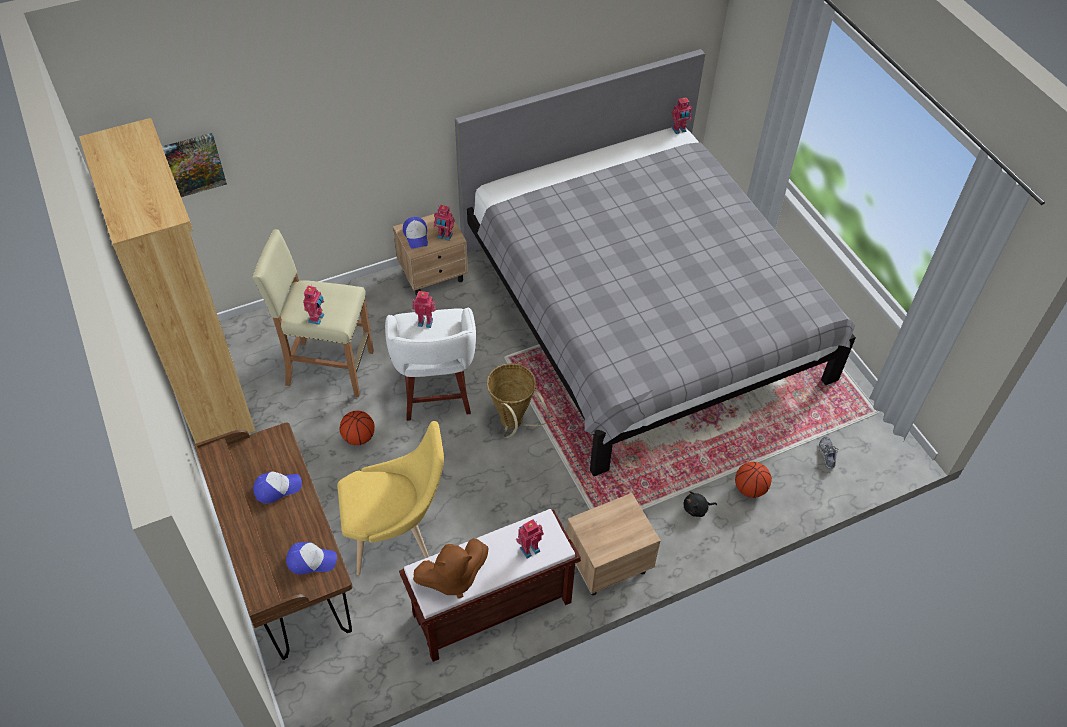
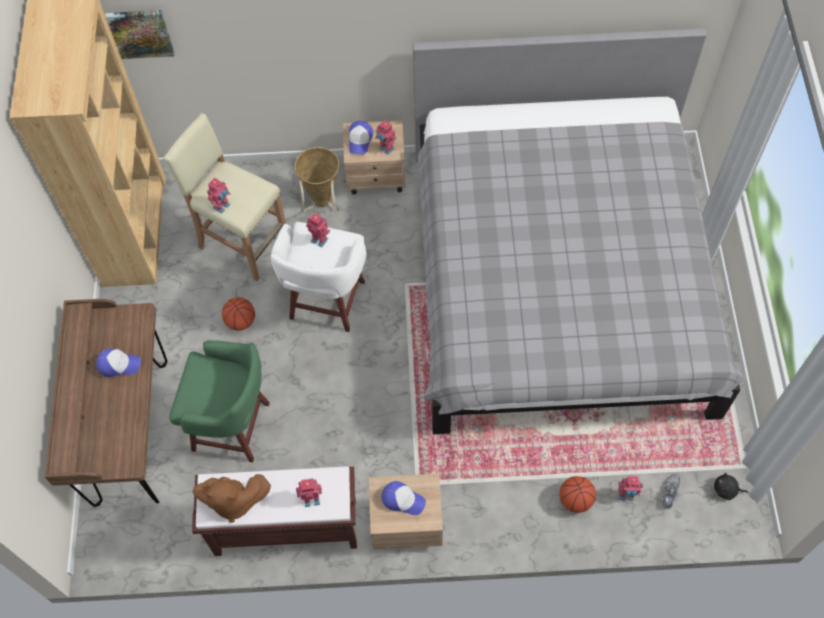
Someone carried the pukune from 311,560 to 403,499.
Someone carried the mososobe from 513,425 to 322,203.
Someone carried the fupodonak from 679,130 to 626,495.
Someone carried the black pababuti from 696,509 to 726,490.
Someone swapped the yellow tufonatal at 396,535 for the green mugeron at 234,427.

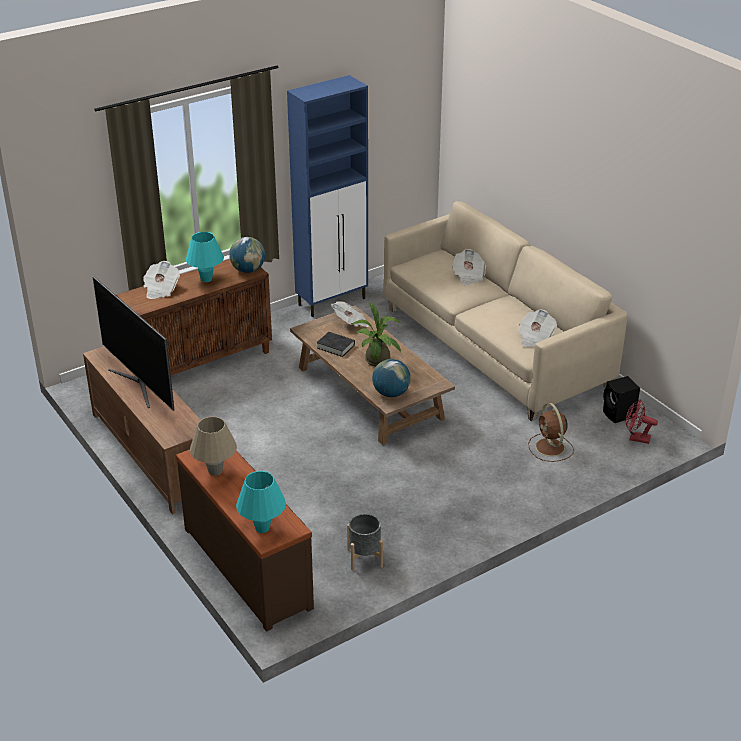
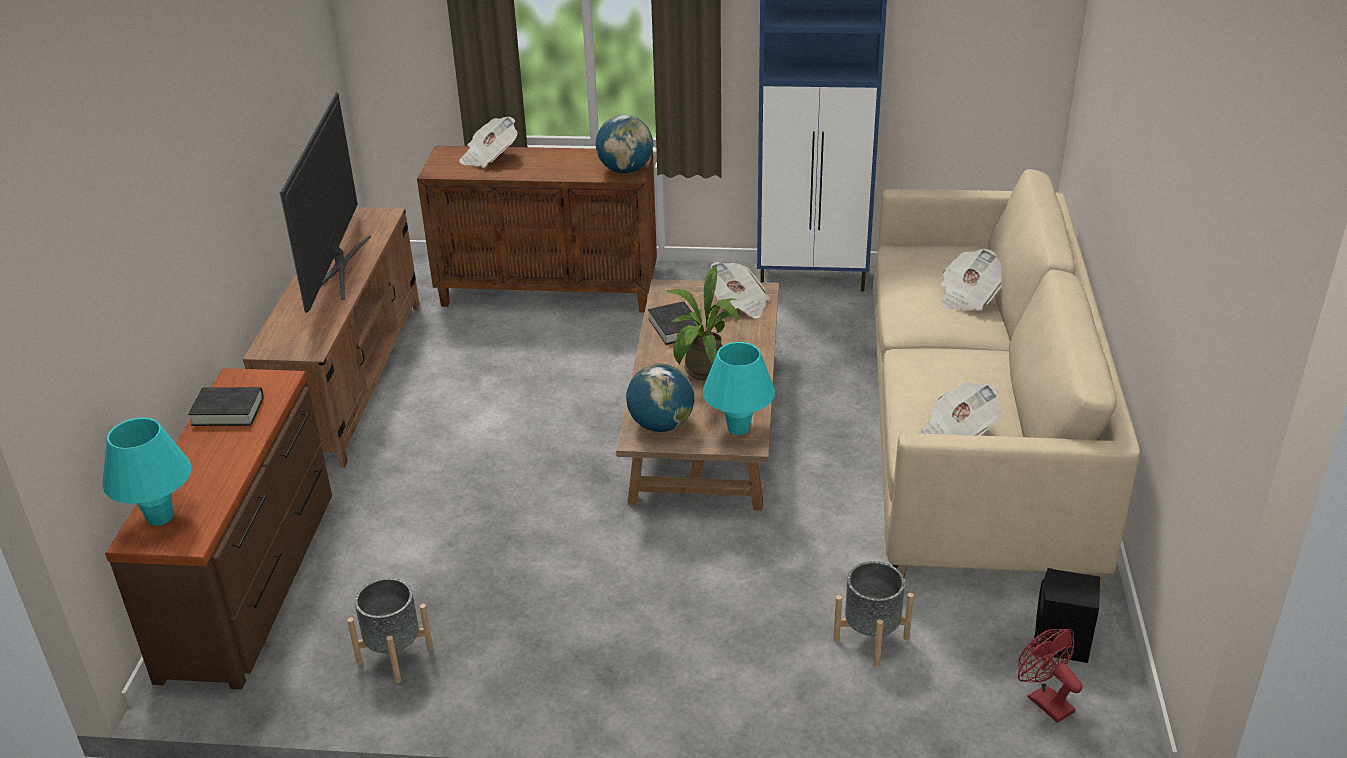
Someone carried the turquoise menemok from 206,279 to 738,428.
Someone swapped the beige menemok at 215,471 for the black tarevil at 228,411.
Someone swapped the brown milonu at 550,448 for the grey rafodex at 871,638.

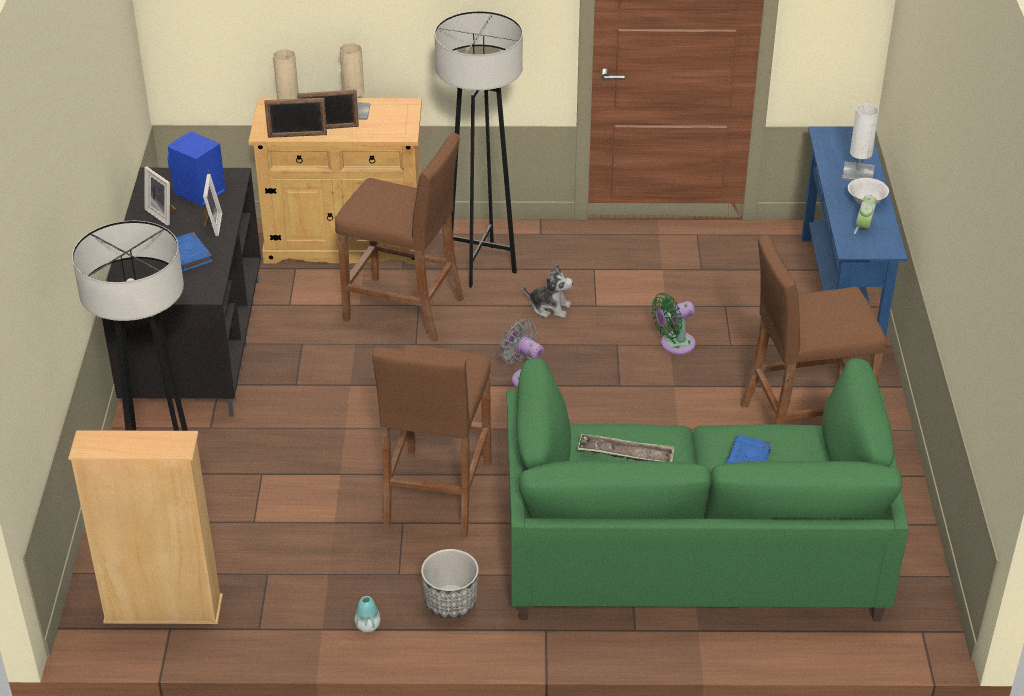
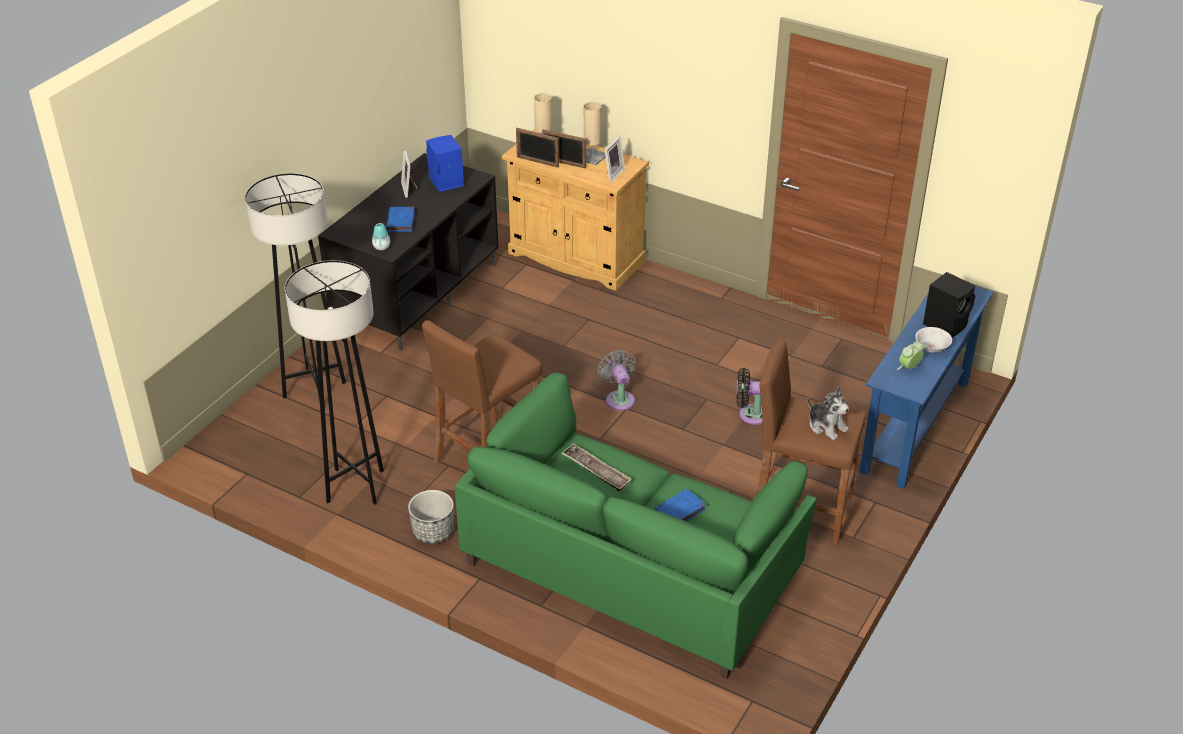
Someone took away the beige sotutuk at 163,610.
Someone took away the brown mugeron at 404,309.
Someone carried the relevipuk from 211,224 to 612,174.
Someone carried the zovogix from 367,626 to 381,247.
Someone carried the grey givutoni from 481,266 to 355,486.
Someone carried the pababuti from 549,307 to 826,426.
Someone swapped the white menemok at 858,173 for the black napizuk at 946,324.
Someone repainted the green milonu at 674,345, which became the black milonu at 750,414.

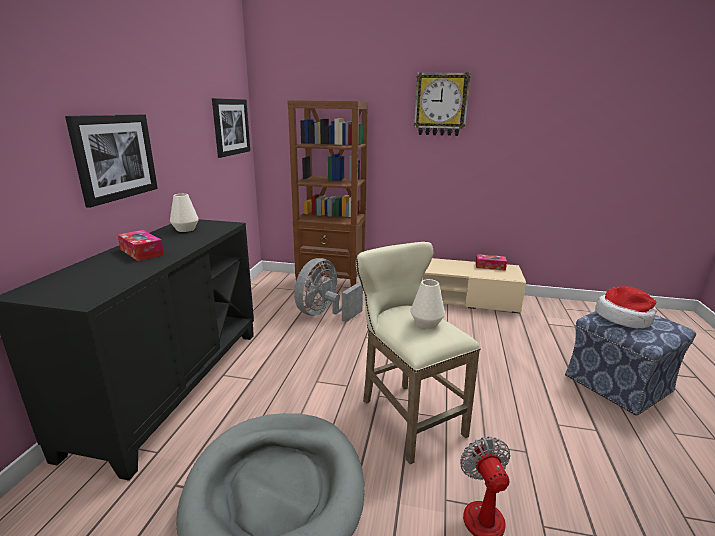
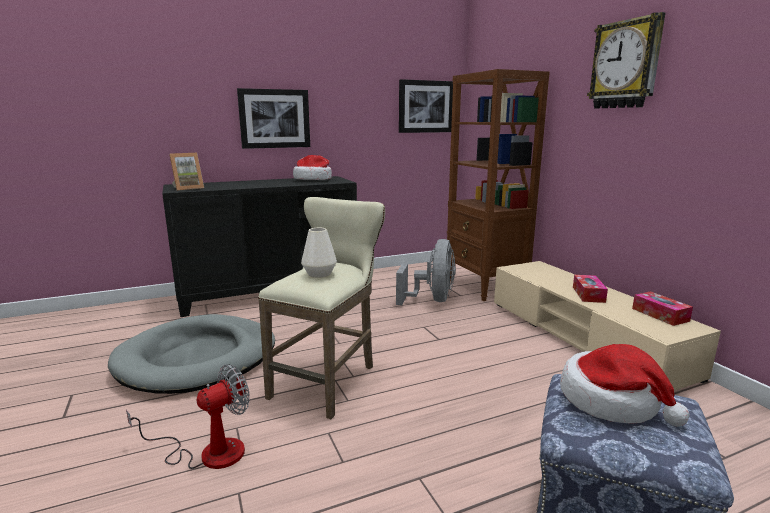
Someone put down the relevipuk at 187,188.
Someone carried the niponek from 142,252 to 588,294.
Someone swapped the white zovogix at 185,229 for the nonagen at 313,179.
Someone rotated the grey milonu at 324,314 by 105 degrees clockwise.

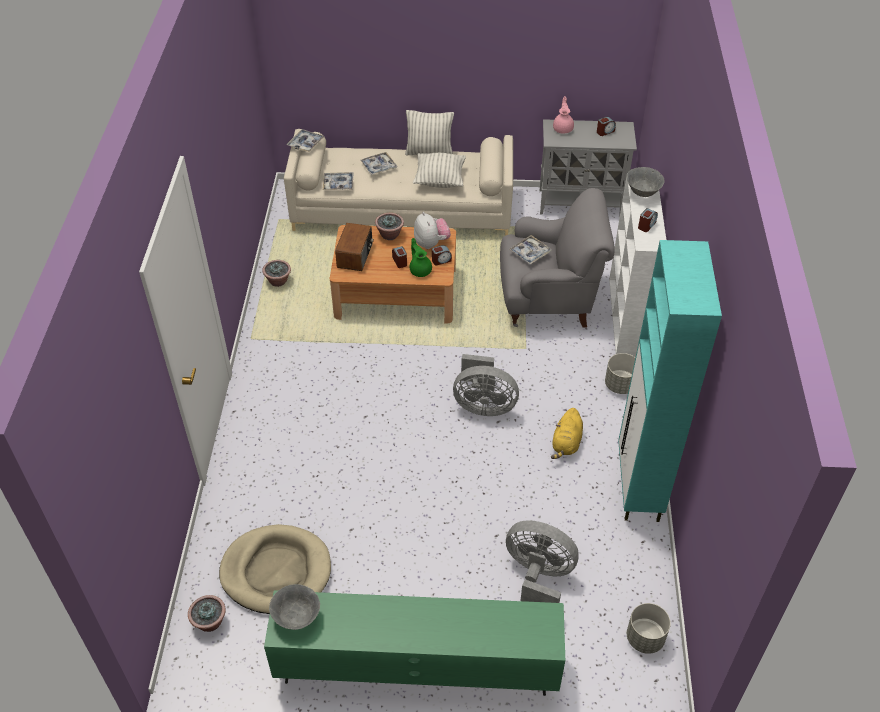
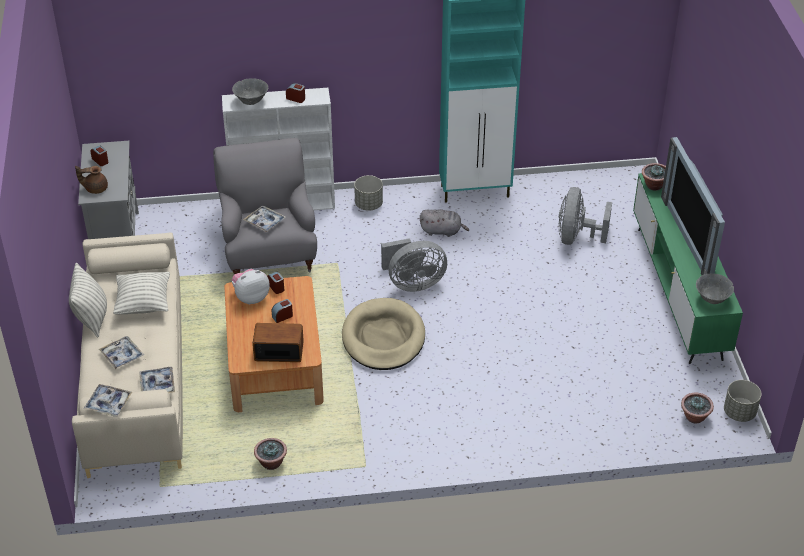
Someone took away the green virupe at 420,270.
Someone put down the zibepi at 690,237.
Someone carried the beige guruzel from 276,571 to 383,338.
Someone carried the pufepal from 390,235 to 654,185.
Someone carried the grey rafodex from 644,638 to 739,413.
Someone repainted the yellow pababuti at 566,443, which became the grey pababuti at 442,231.
Someone repainted the pink virupe at 563,128, which became the brown virupe at 95,188.
Someone rotated the grey milonu at 483,405 by 75 degrees clockwise.

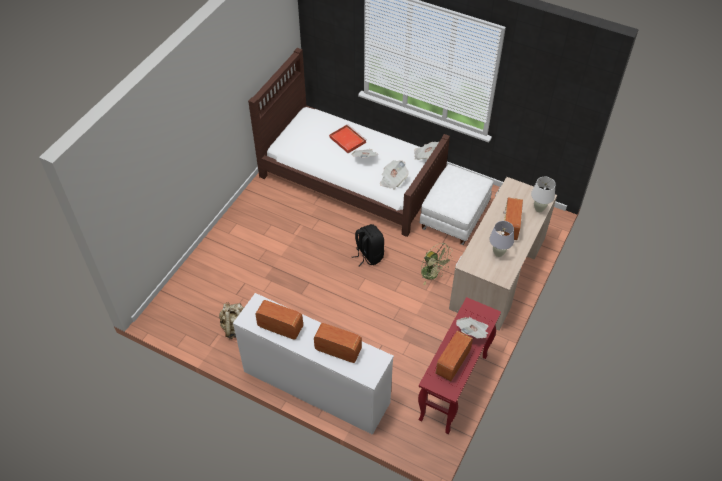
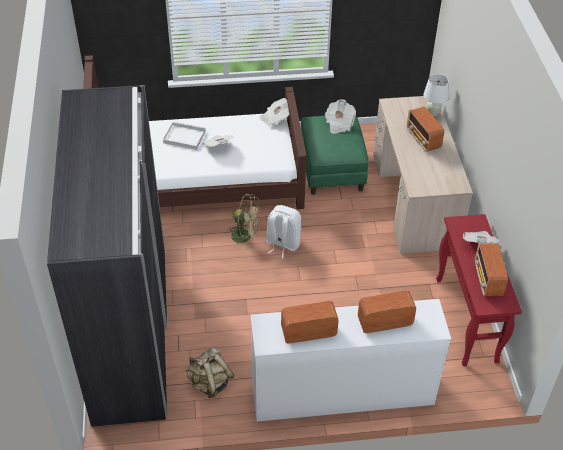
Someone took away the white menemok at 498,253.
Someone put down the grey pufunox at 130,332.
Someone carried the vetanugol from 393,180 to 339,124.
Someone carried the green milonu from 433,275 to 245,236.
Someone repainted the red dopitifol at 347,139, which became the white dopitifol at 183,137.
Someone repainted the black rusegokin at 368,255, which became the white rusegokin at 282,243.
Someone repainted the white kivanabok at 454,216, which became the green kivanabok at 331,169.

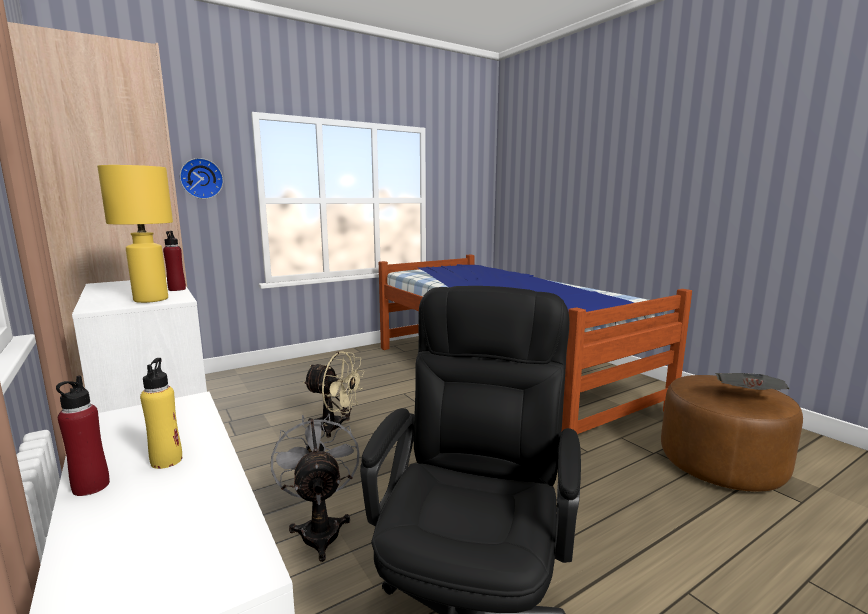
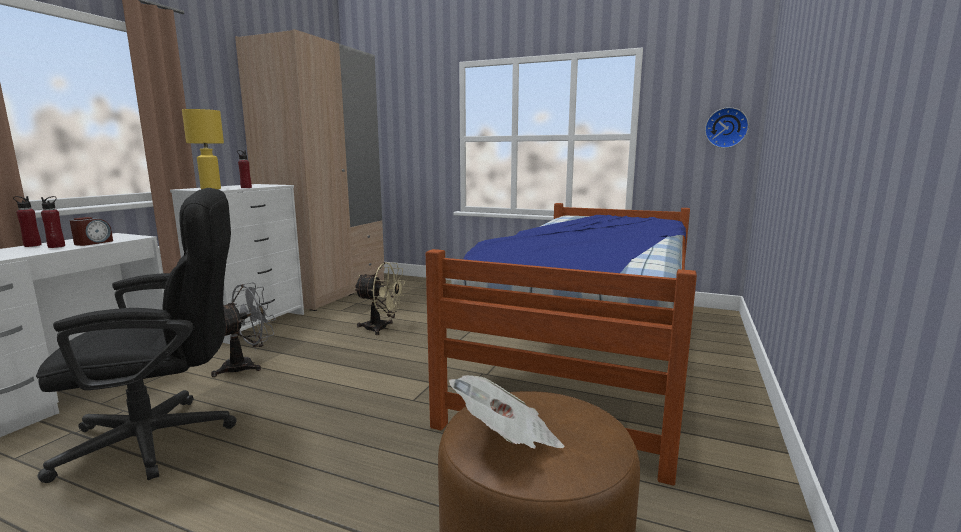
Someone put down the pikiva at 93,243.
Someone carried the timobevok from 201,178 to 726,128.
Someone repainted the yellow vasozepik at 166,460, which became the red vasozepik at 56,246.
Someone rotated the beige milonu at 335,427 by 60 degrees counterclockwise.

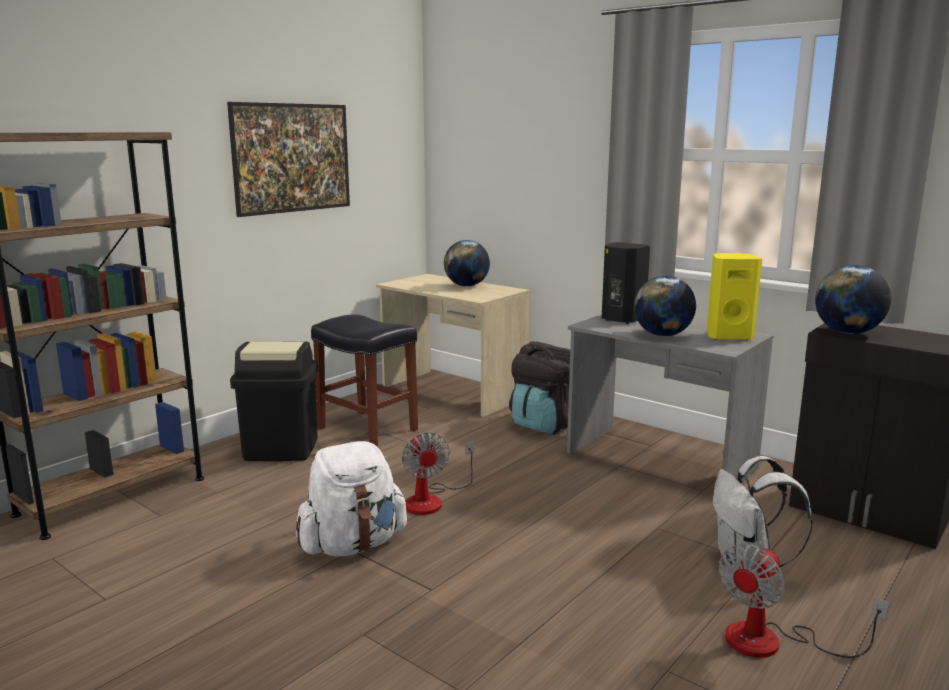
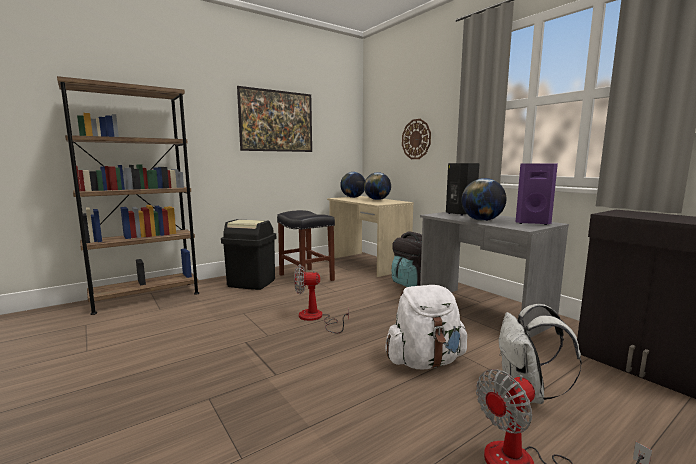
Someone put up the timobevok at 416,139.
Someone carried the white rusegokin from 353,545 to 425,361.
Someone carried the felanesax from 847,332 to 353,197.
Someone repainted the yellow napizuk at 728,336, which became the purple napizuk at 531,223.
Someone rotated the milonu at 432,500 by 90 degrees clockwise.

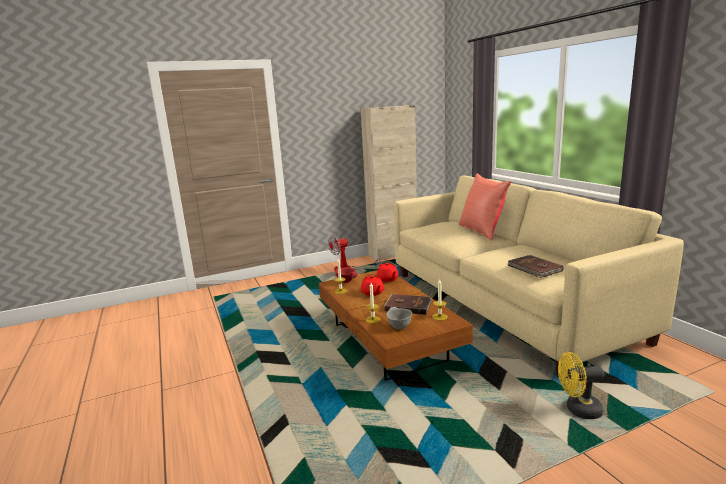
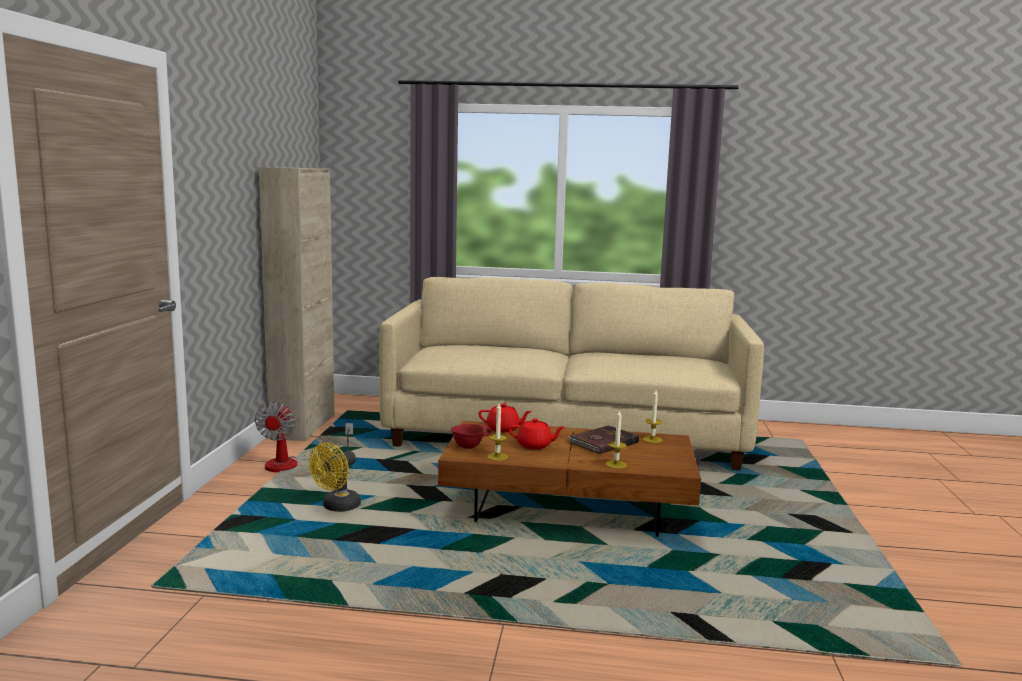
Someone took away the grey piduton at 398,327.
Someone took away the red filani at 482,231.
Someone took away the brown tarevil at 534,268.
Someone carried the yellow milonu from 578,410 to 337,507.

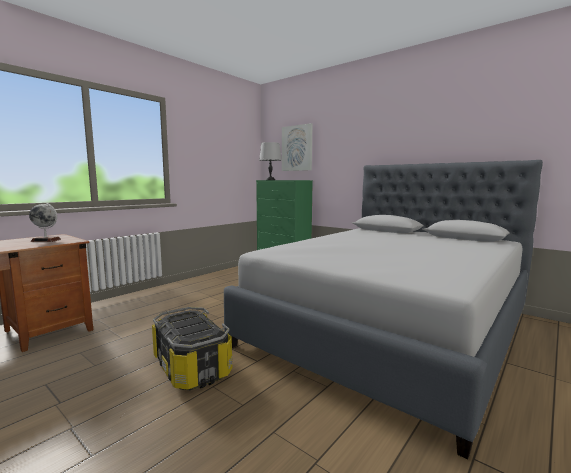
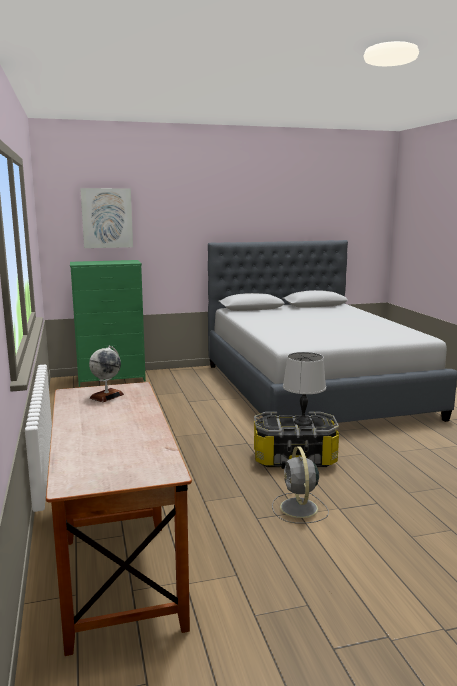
Someone put down the grey milonu at 299,509.
Someone carried the grey menemok from 270,180 to 302,422.

